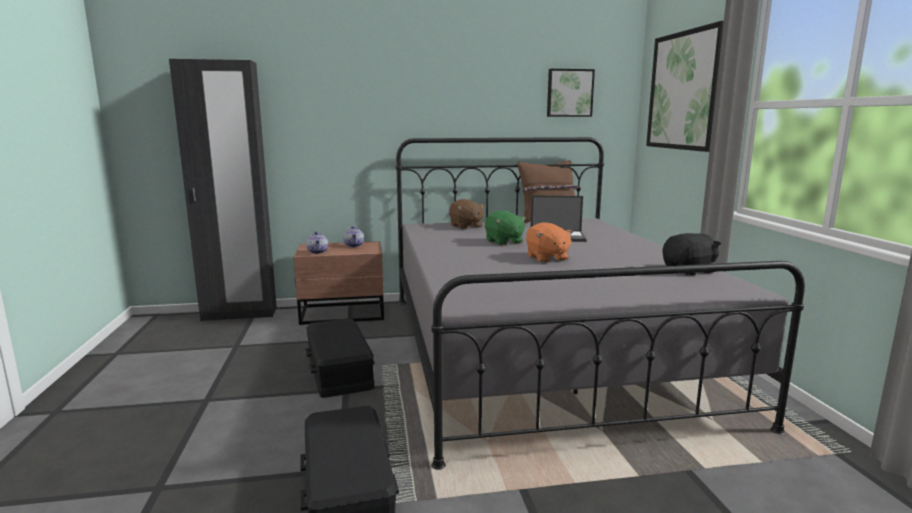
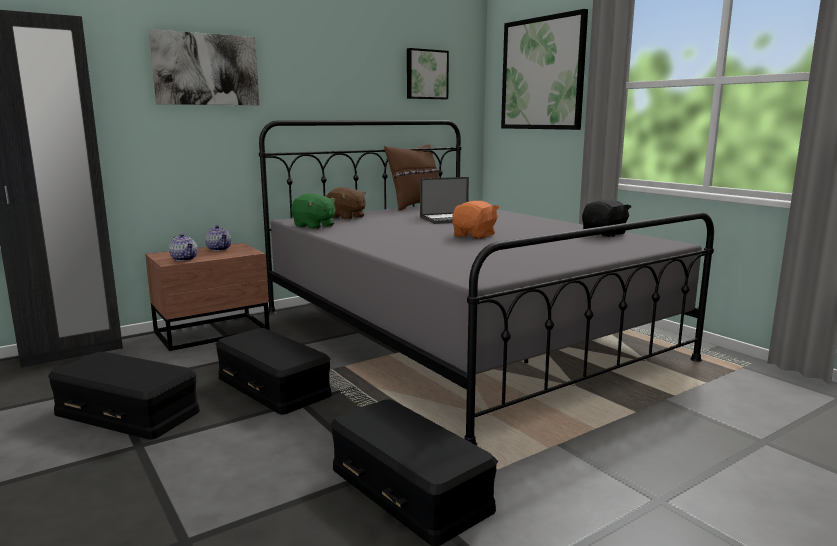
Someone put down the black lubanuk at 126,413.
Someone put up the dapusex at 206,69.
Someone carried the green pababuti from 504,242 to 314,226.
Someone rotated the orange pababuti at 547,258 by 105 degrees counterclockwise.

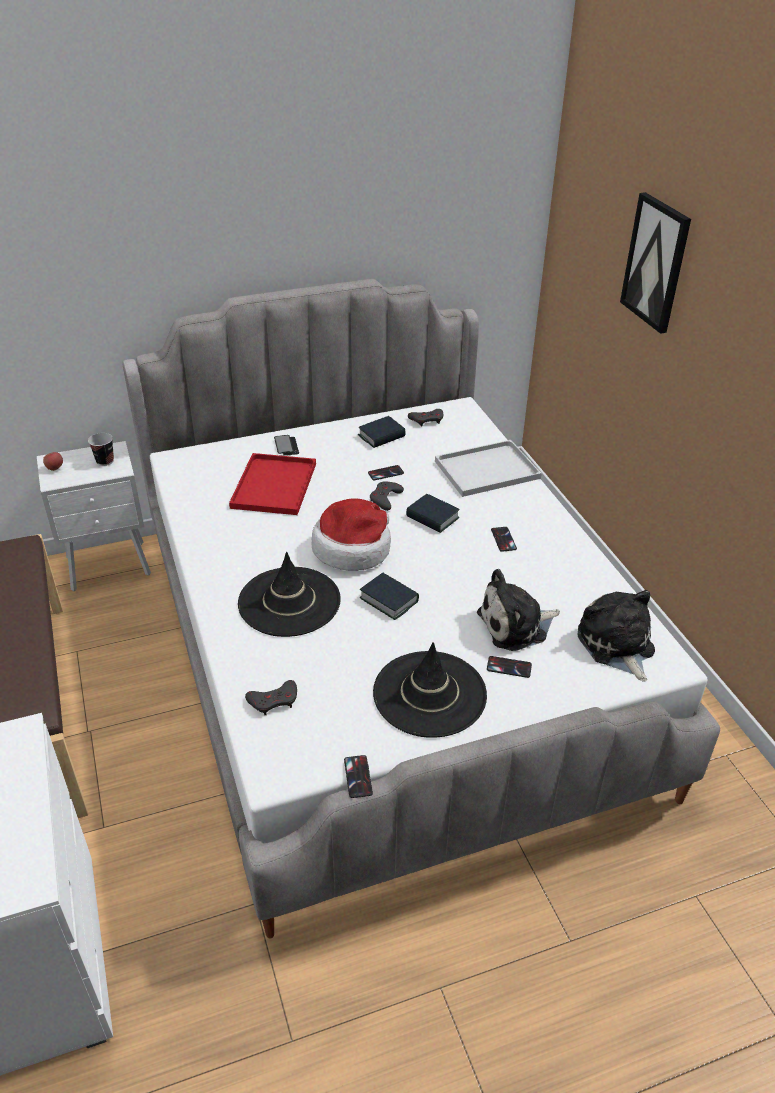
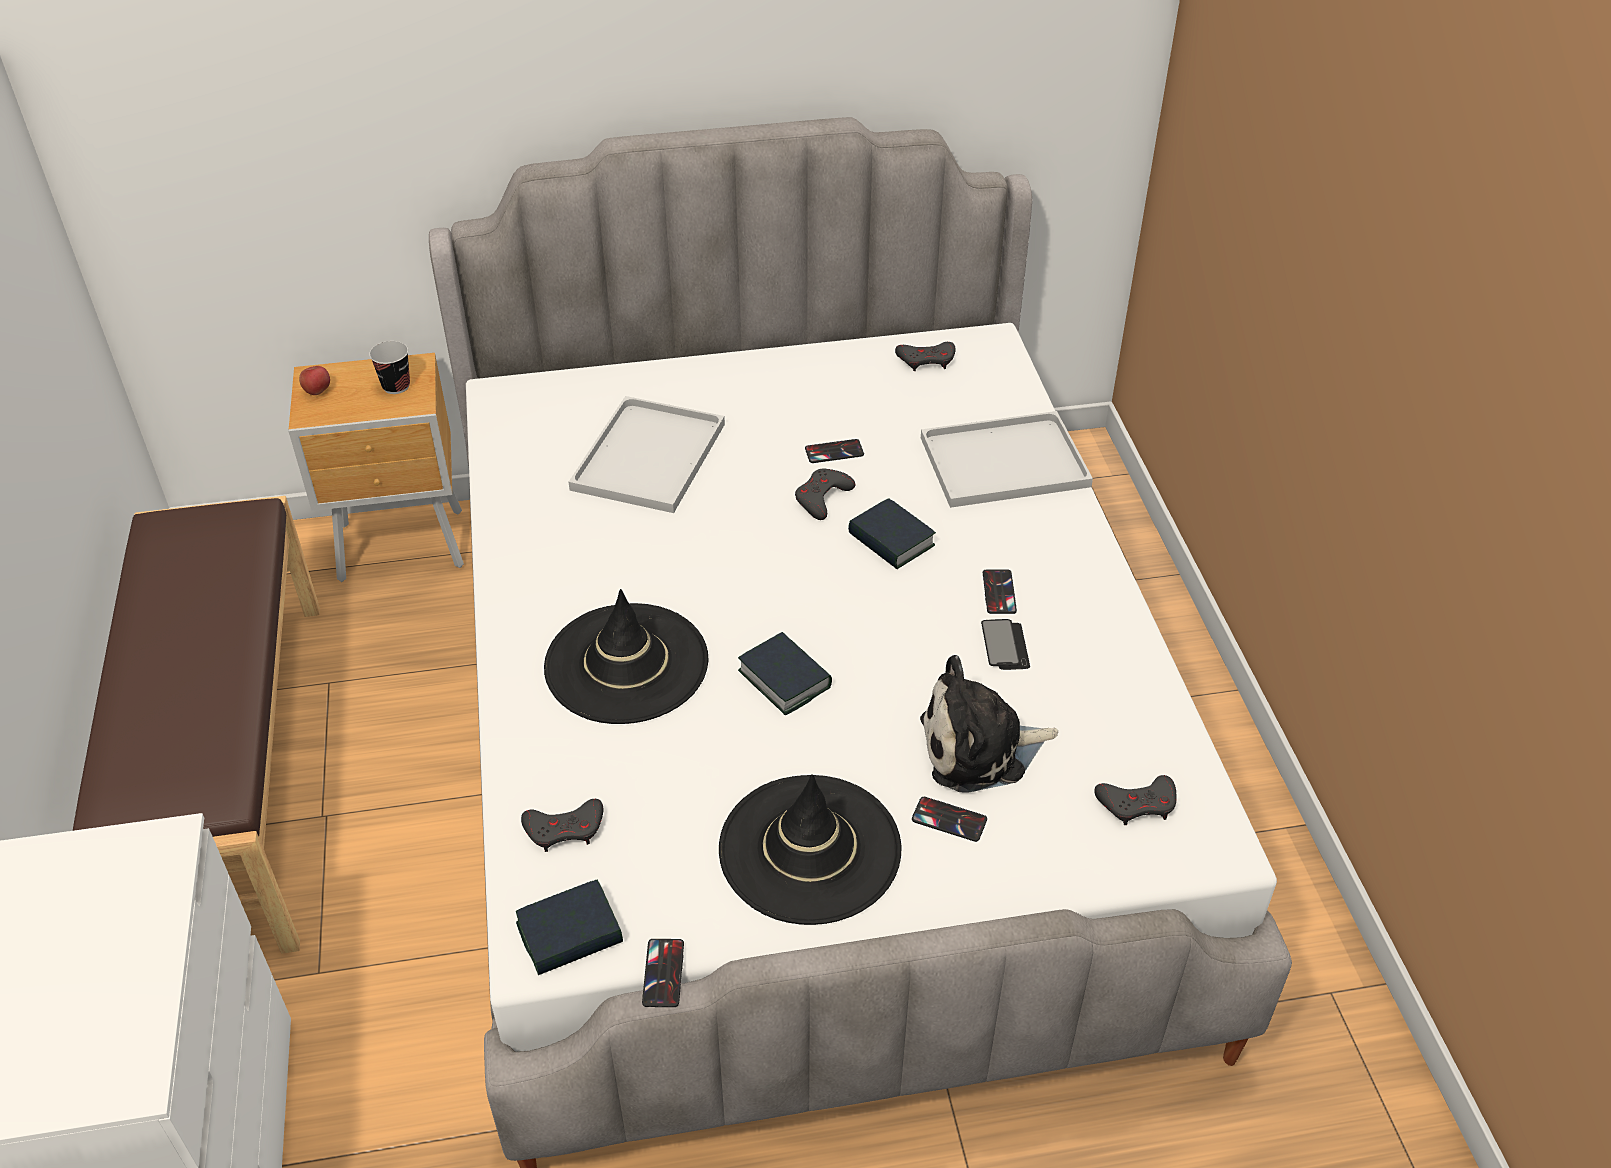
Someone took away the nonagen at 353,548.
Someone took away the dapusex at 656,263.
Someone carried the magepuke from 286,446 to 1005,646.
Someone carried the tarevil from 381,436 to 570,934.
Someone swapped the pababuti at 616,645 for the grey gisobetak at 1137,804.
Someone repainted the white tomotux at 110,567, which became the brown tomotux at 404,547.
Someone repainted the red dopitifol at 273,484, which became the white dopitifol at 648,454.

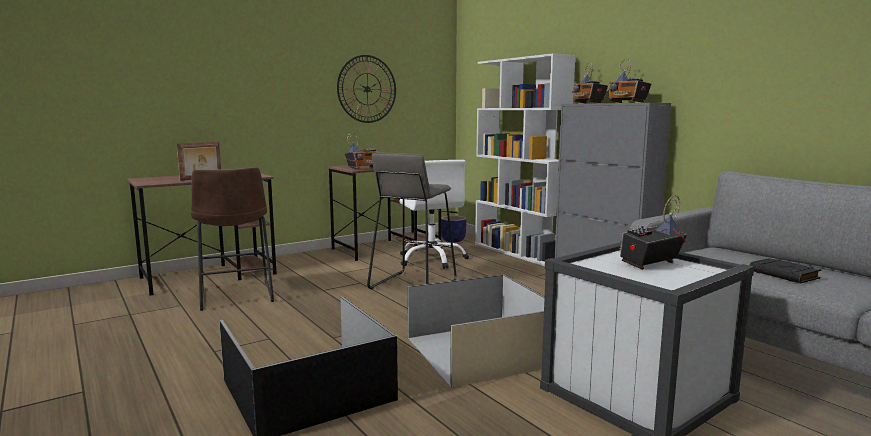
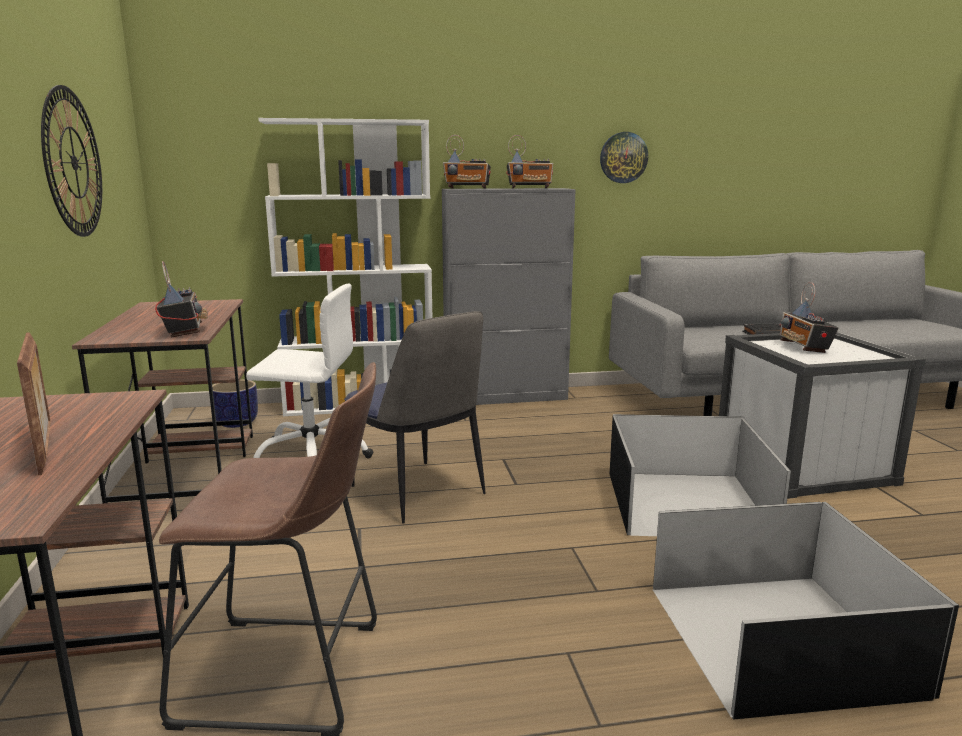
Someone put up the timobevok at 623,157.
Someone swapped the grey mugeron at 413,285 for the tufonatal at 419,492.
Someone repainted the beige lubanuk at 479,350, which became the black lubanuk at 684,503.

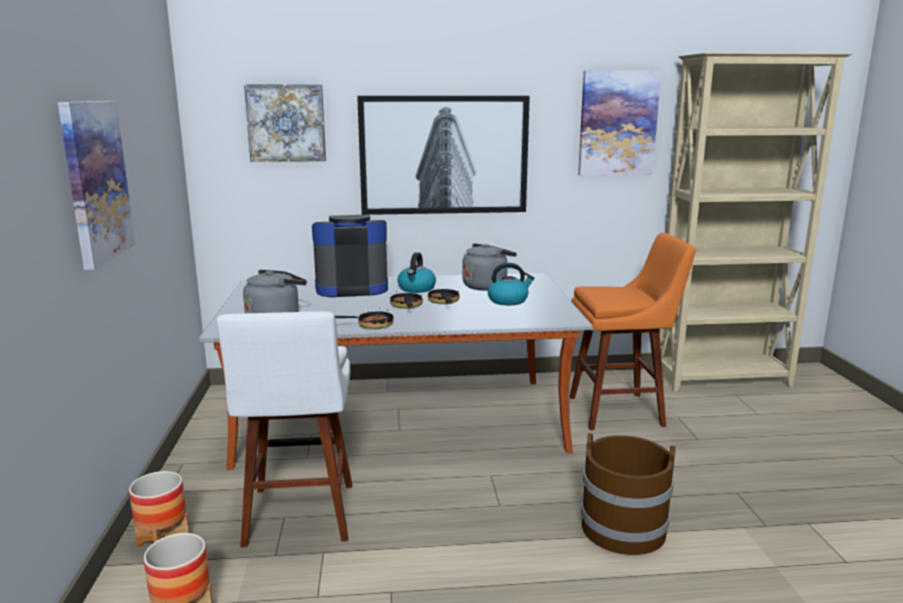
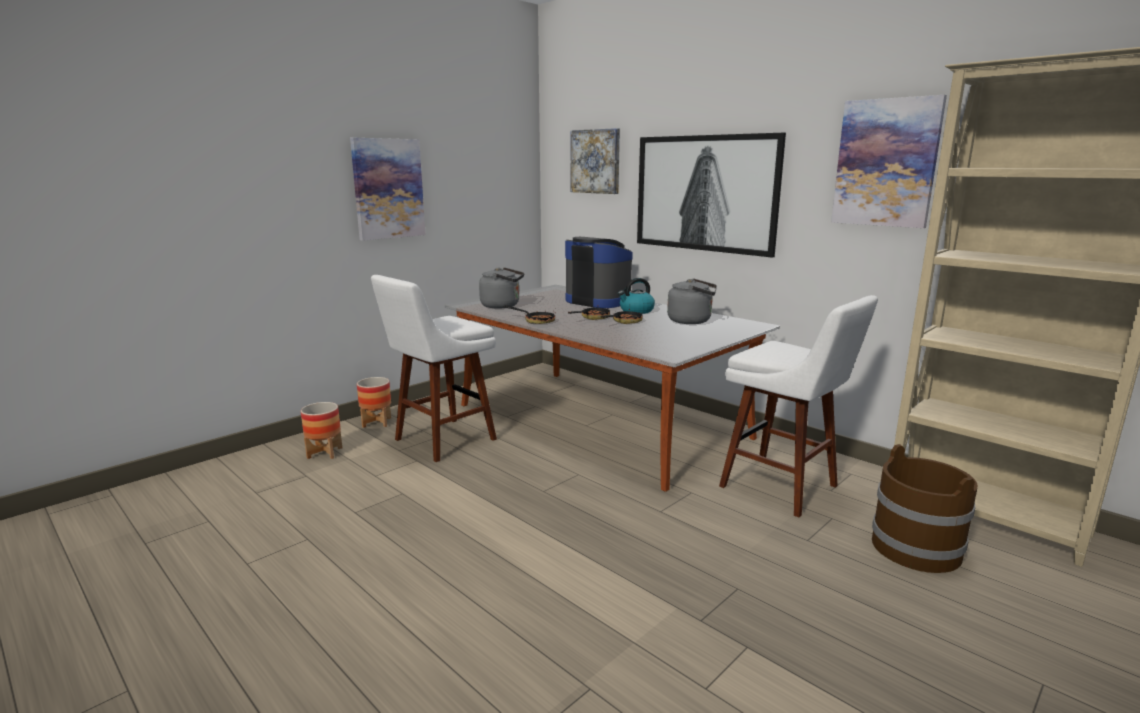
Someone took away the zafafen at 508,300.
Someone carried the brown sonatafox from 624,528 to 916,548.
Someone repainted the orange mugeron at 621,411, which became the white mugeron at 784,488.

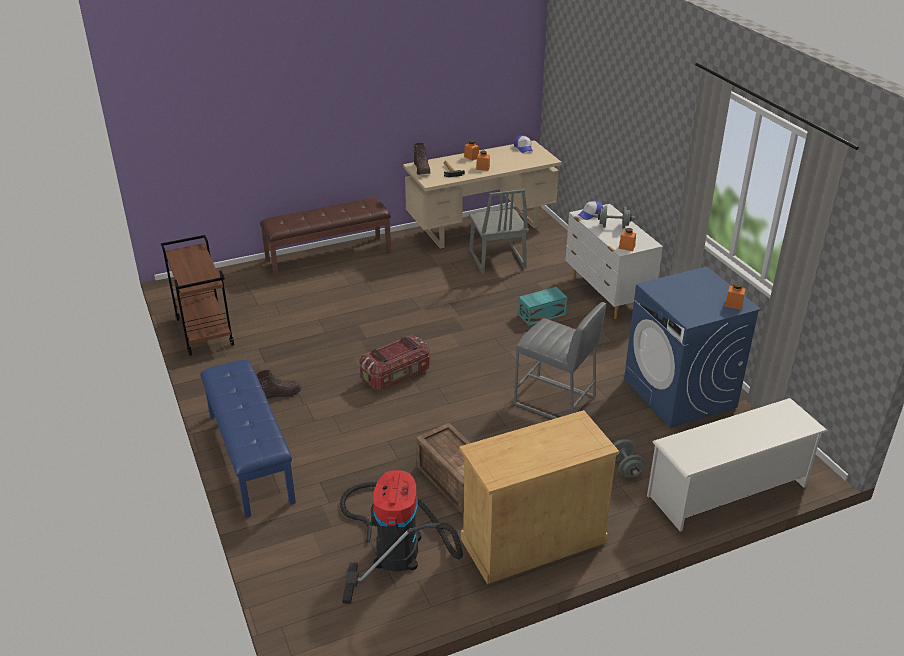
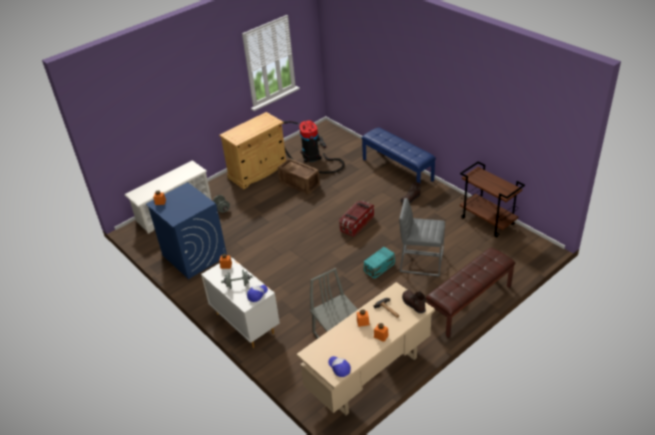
Someone carried the grey mugeron from 555,401 to 421,262.
Someone carried the turquoise lubanuk from 541,314 to 380,268.

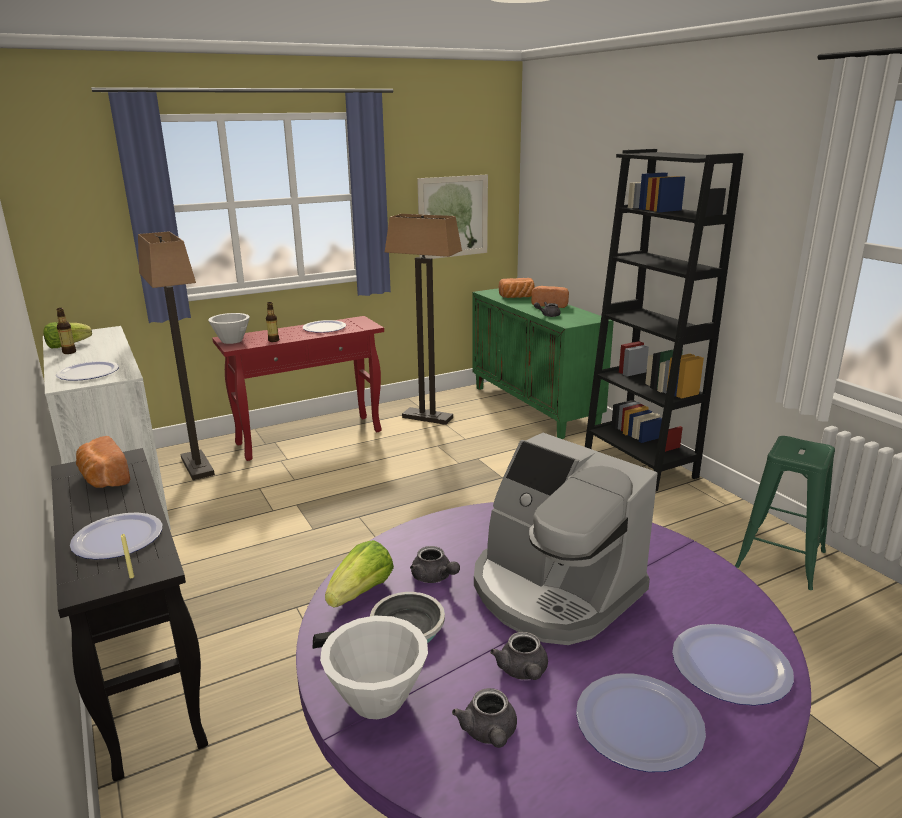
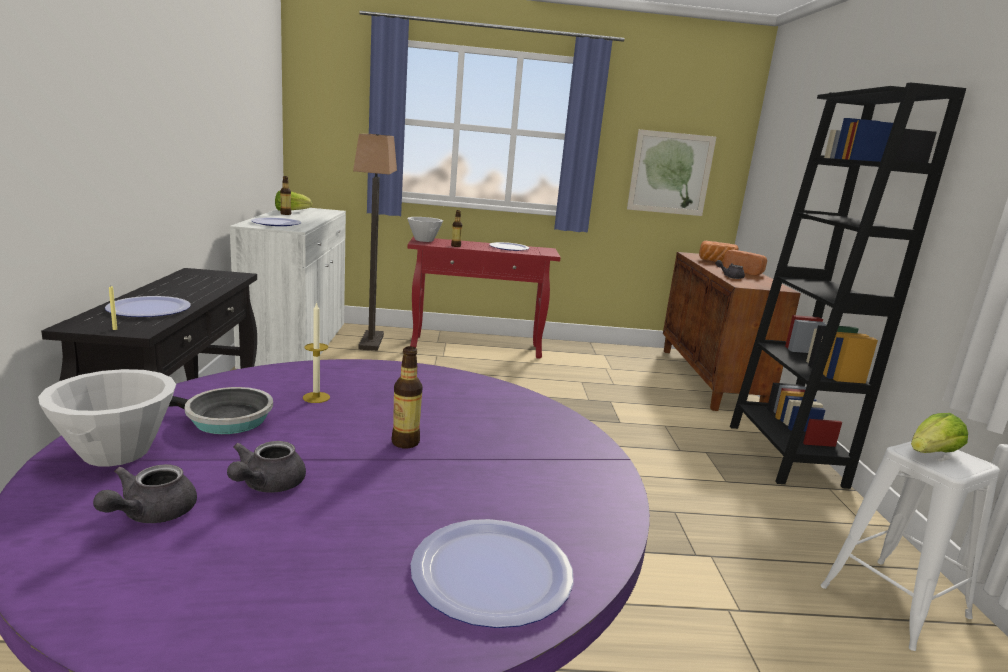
Someone took away the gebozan at 103,479.
Someone took away the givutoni at 428,417.
Someone took away the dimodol at 639,722.
Someone carried the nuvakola from 361,593 to 931,454.
Someone swapped the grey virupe at 434,577 for the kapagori at 316,397.
Someone swapped the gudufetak at 553,591 for the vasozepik at 405,442.
Someone repainted the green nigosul at 535,407, which became the brown nigosul at 710,379.
Someone repainted the green mugeron at 780,559, which became the white mugeron at 894,602.

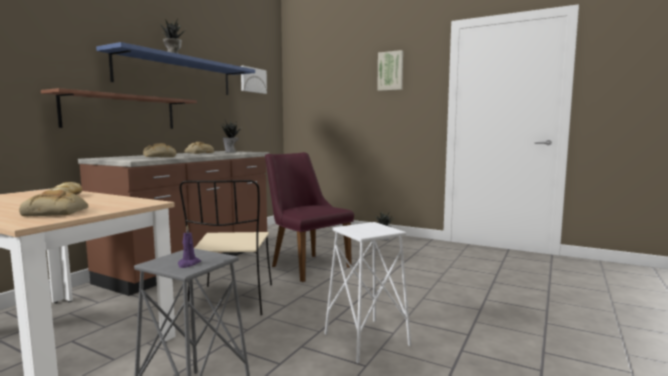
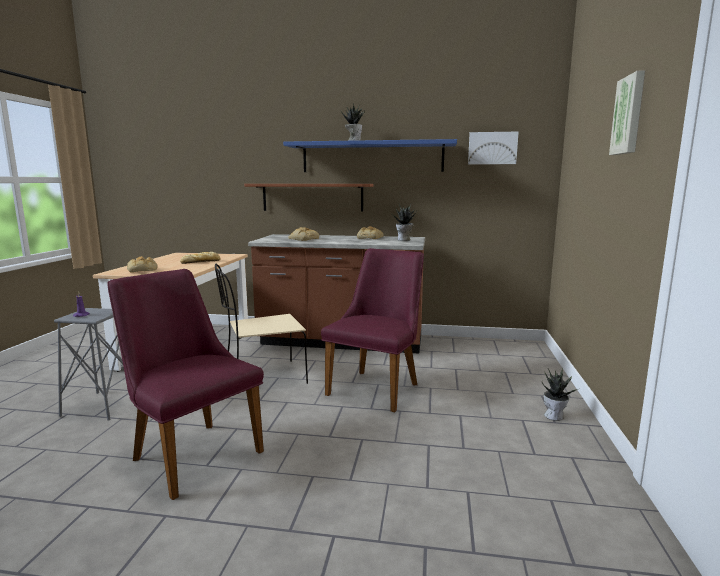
Someone swapped the white mugeron at 366,339 for the purple tufonatal at 190,452.

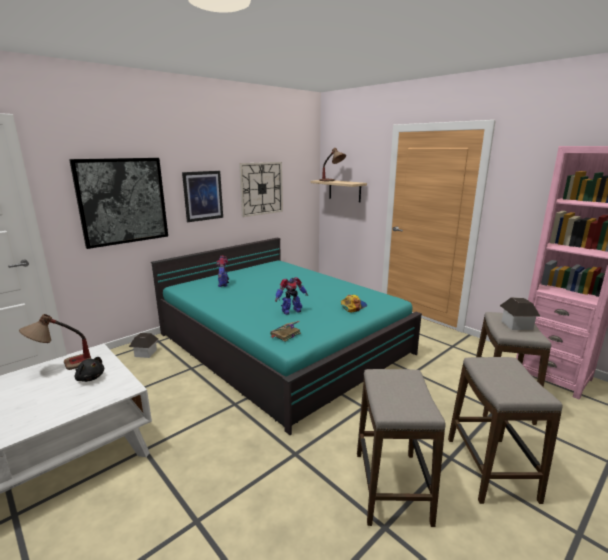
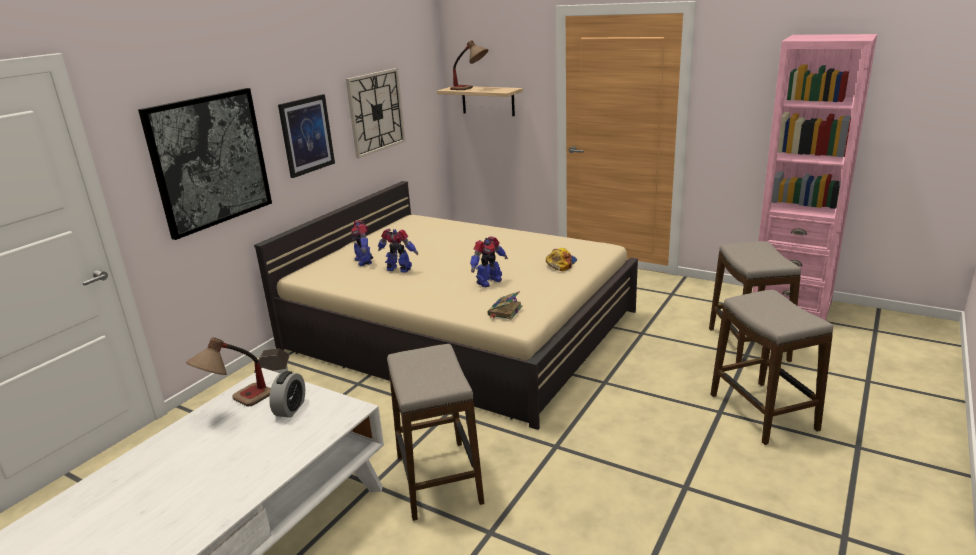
Someone took away the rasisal at 516,325.
Someone put down the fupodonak at 399,270.
Someone carried the mugeron from 391,487 to 438,479.
Someone swapped the black pababuti at 90,378 for the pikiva at 290,409.
Someone repainted the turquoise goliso at 282,343, which became the beige goliso at 459,330.

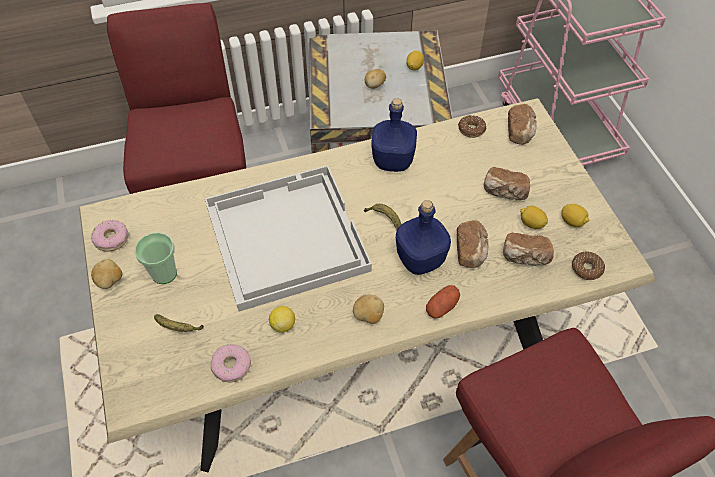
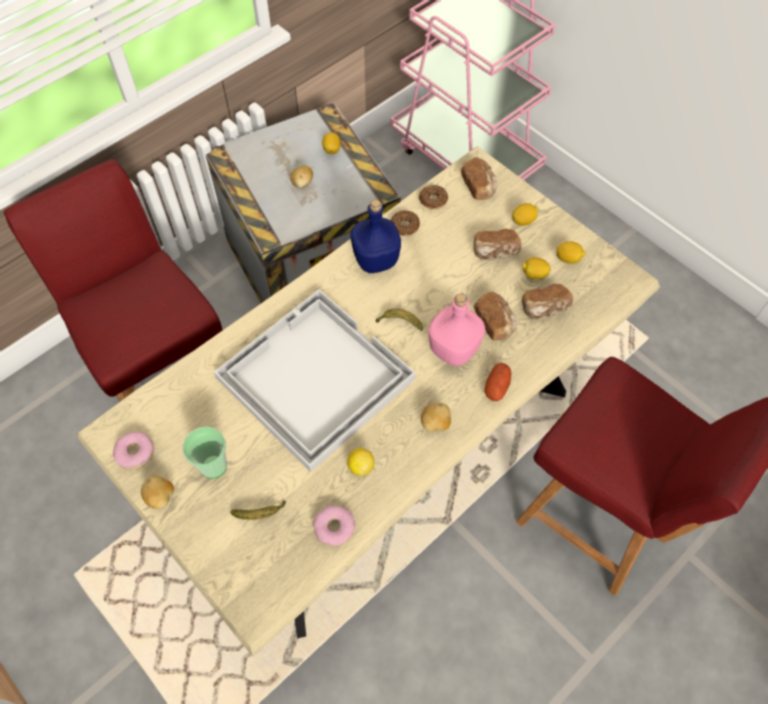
Someone put down the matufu at 523,221.
Someone carried the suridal from 586,268 to 404,226.
Someone repainted the blue vasozepik at 421,259, which became the pink vasozepik at 454,348.

